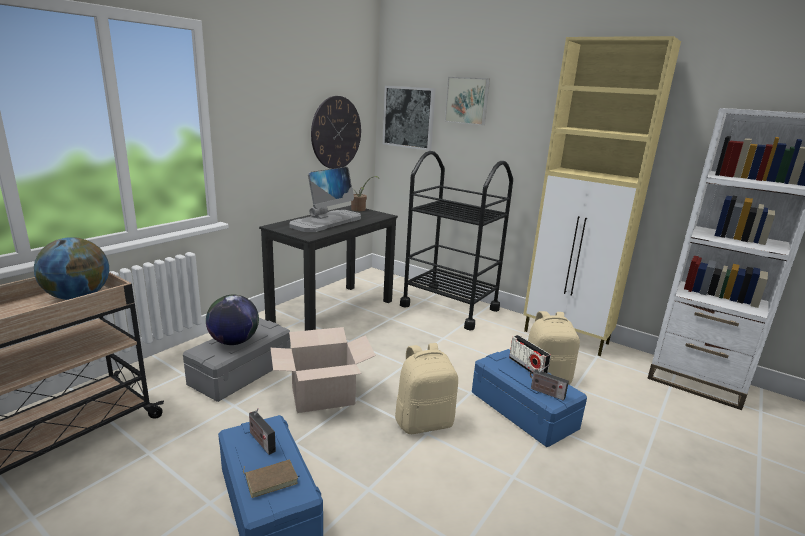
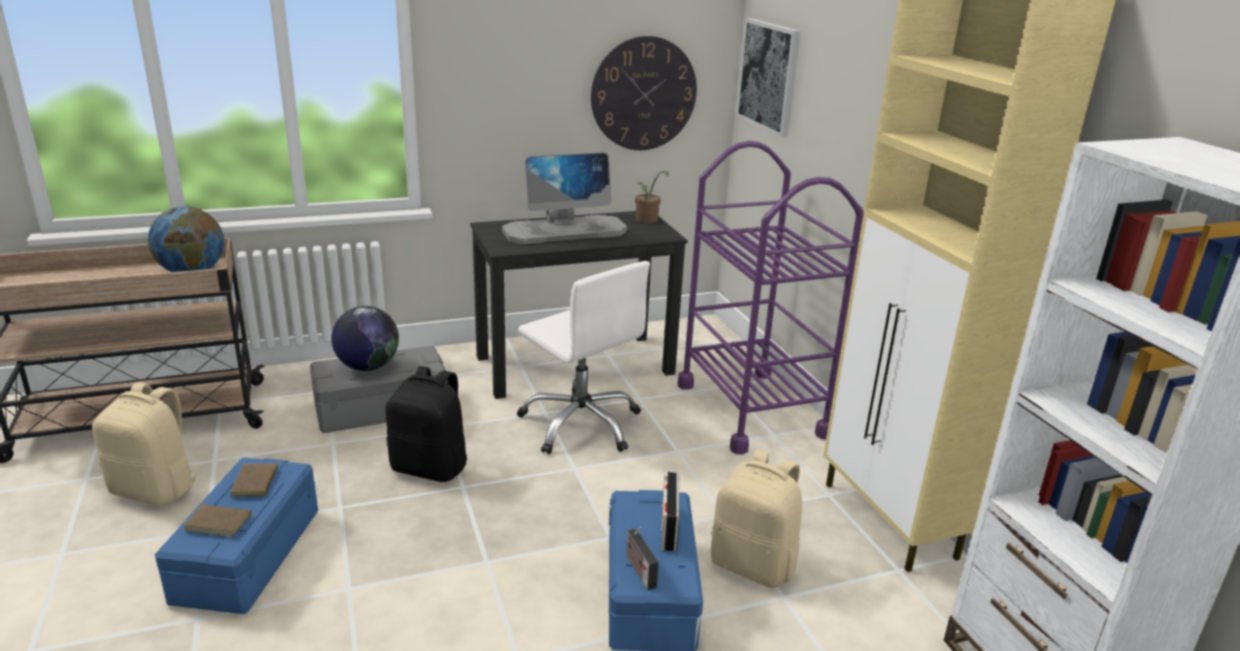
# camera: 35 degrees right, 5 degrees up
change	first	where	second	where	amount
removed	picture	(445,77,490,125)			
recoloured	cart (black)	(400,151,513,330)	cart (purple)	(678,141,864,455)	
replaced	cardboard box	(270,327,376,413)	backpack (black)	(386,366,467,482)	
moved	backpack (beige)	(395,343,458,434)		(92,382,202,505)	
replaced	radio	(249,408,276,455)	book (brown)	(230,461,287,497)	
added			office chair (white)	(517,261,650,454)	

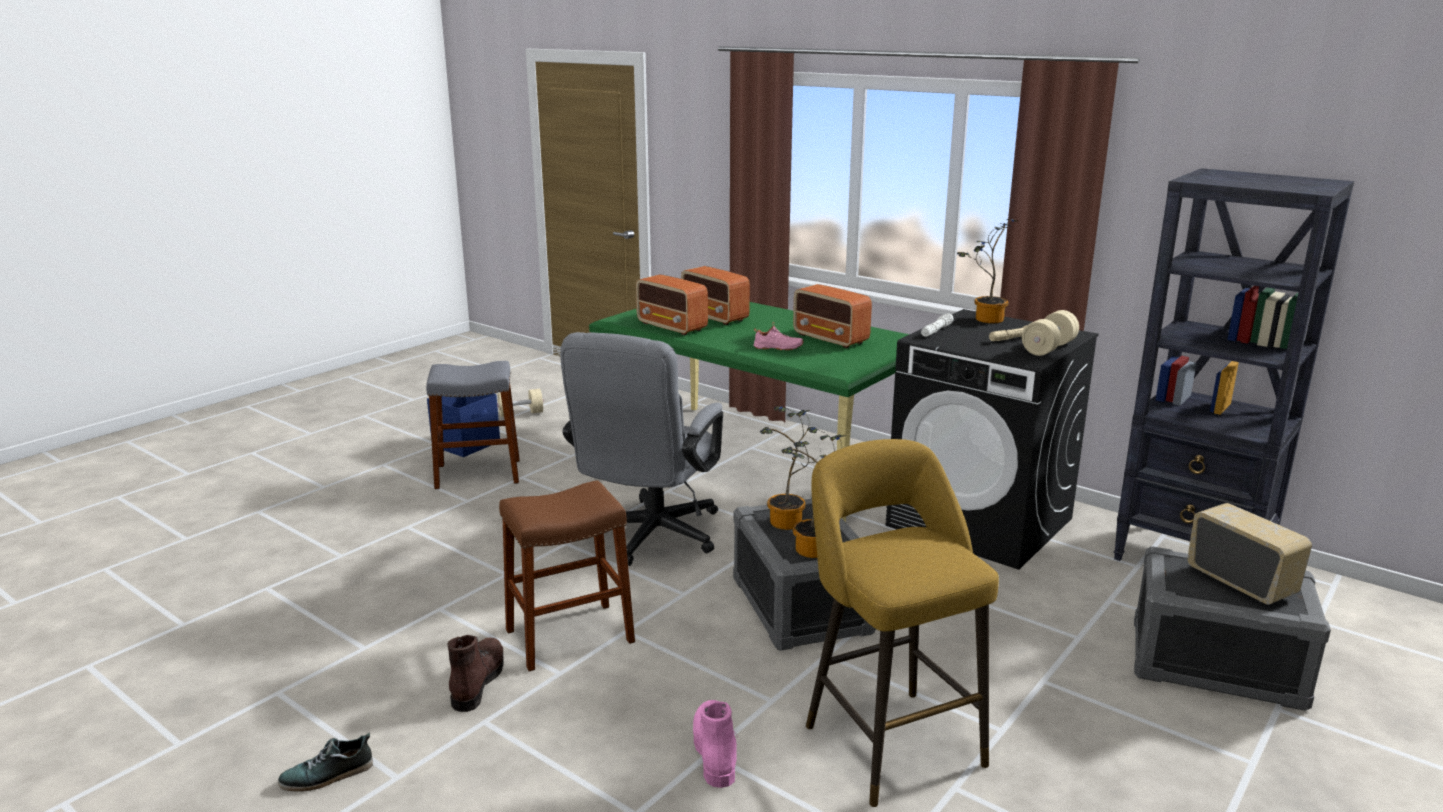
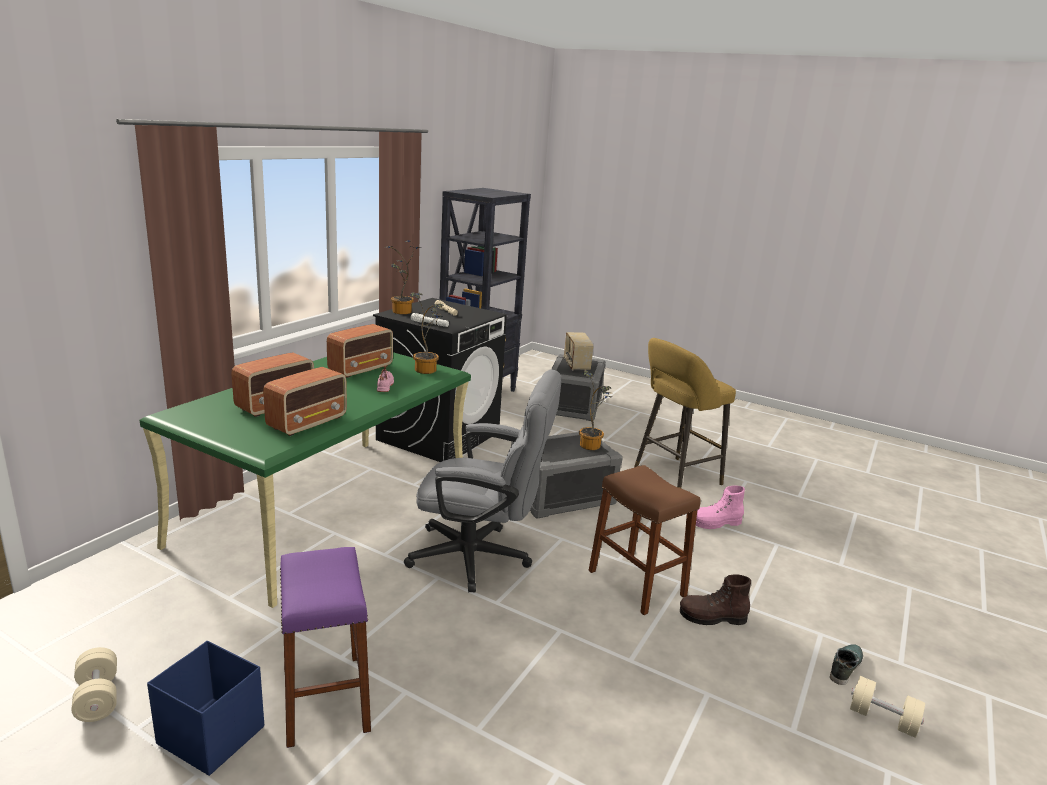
# camera: 100 degrees left, 0 degrees up
change	first	where	second	where	amount
moved	dumbbell (beige)	(1022,310,1079,356)		(850,676,925,738)	
recoloured	stool (grey)	(426,361,520,489)	stool (purple)	(280,547,371,748)	
moved	potted plant	(760,406,826,530)		(410,292,444,374)	
turned	radio	(1187,503,1312,604)		(563,332,593,371)	60 degrees counterclockwise
turned	shoe	(278,733,373,792)		(830,644,863,685)	105 degrees counterclockwise

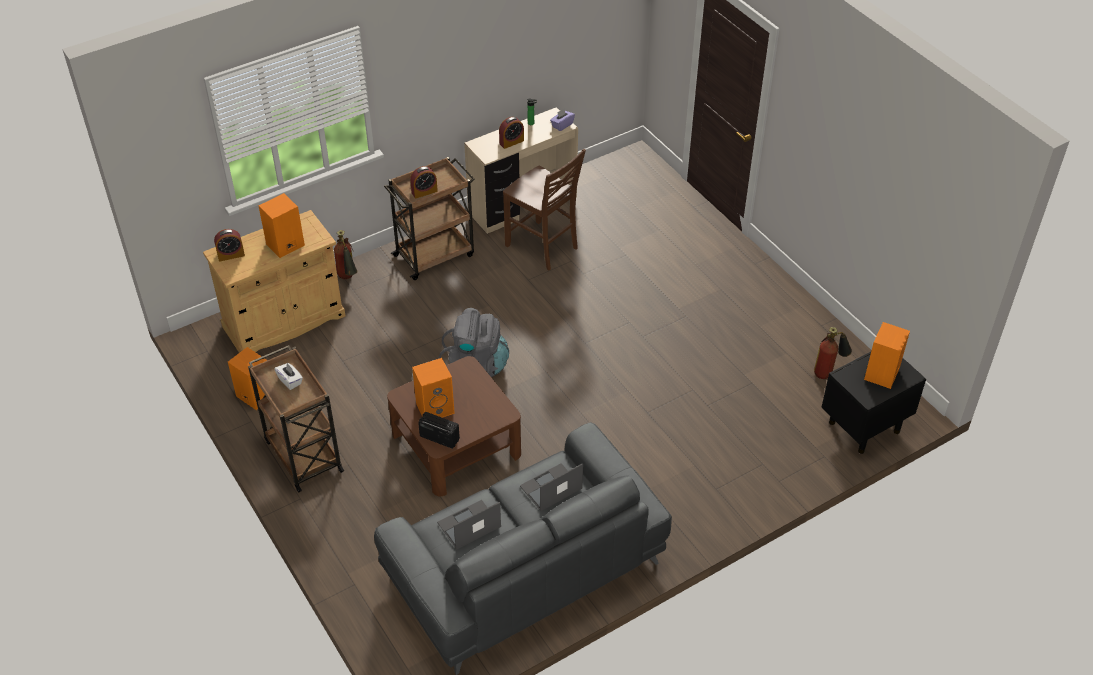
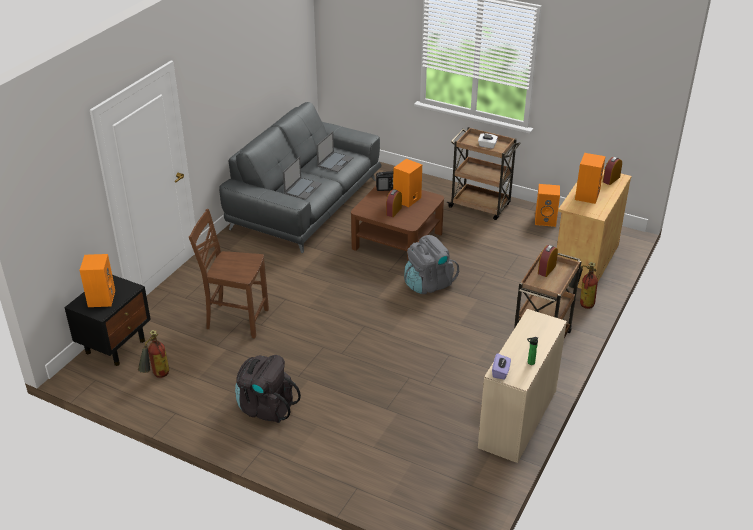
# camera: 150 degrees right, 10 degrees down
change	first	where	second	where	amount
moved	alarm clock	(499,117,524,149)		(386,189,402,217)	
moved	chair (brown)	(503,148,586,271)		(189,209,269,338)	
added			backpack (black)	(235,355,301,423)	

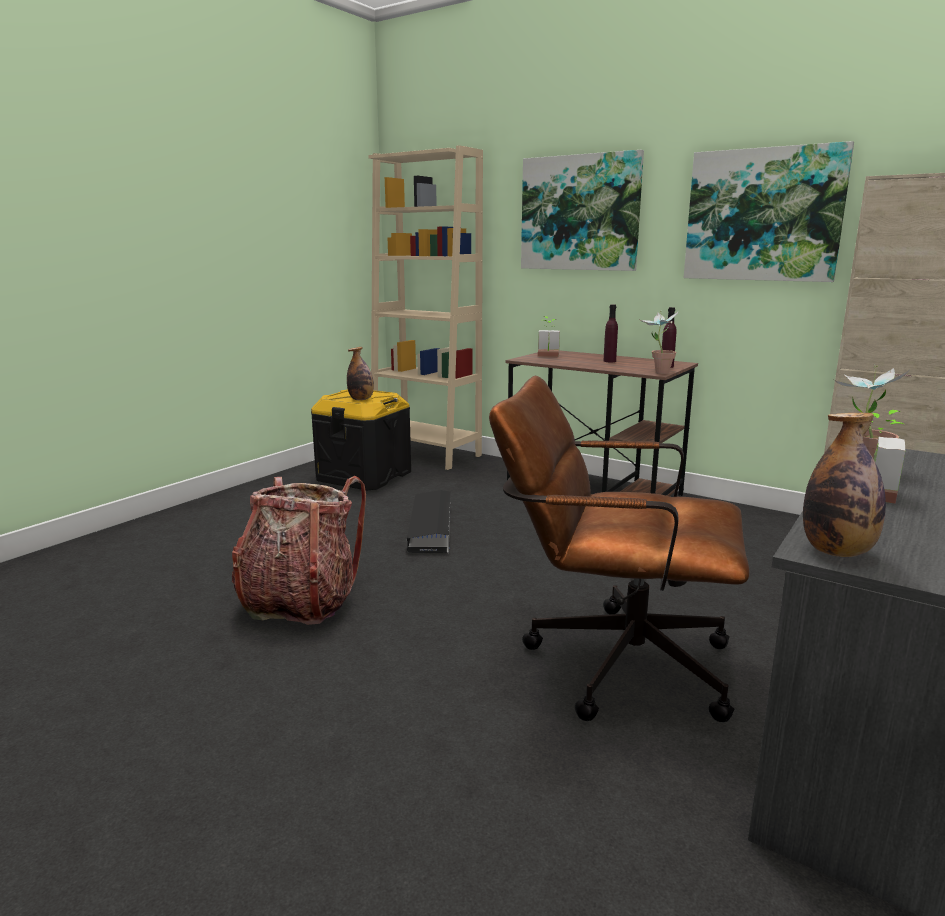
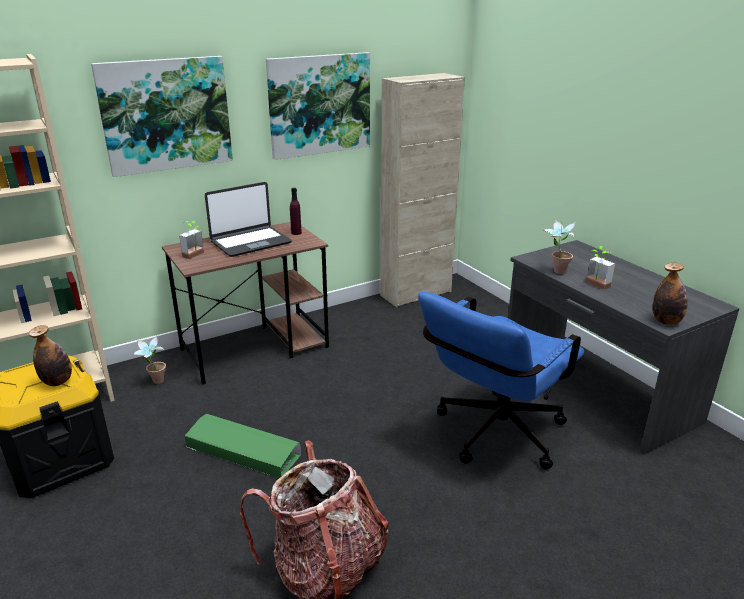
# camera: 65 degrees left, 10 degrees up
change	first	where	second	where	amount
replaced	bottle (purple)	(604,304,618,362)	laptop	(205,182,292,257)	
moved	potted plant	(640,311,678,374)		(133,335,166,384)	
recoloured	office chair (brown)	(489,376,750,722)	office chair (blue)	(418,292,584,470)	
recoloured	storage box (black)	(407,490,451,553)	storage box (green)	(185,414,301,478)	

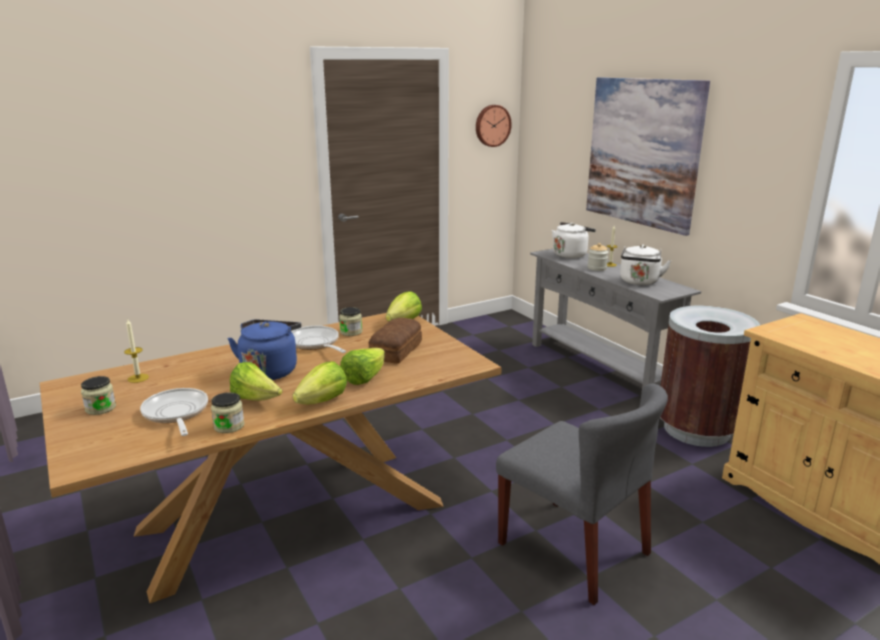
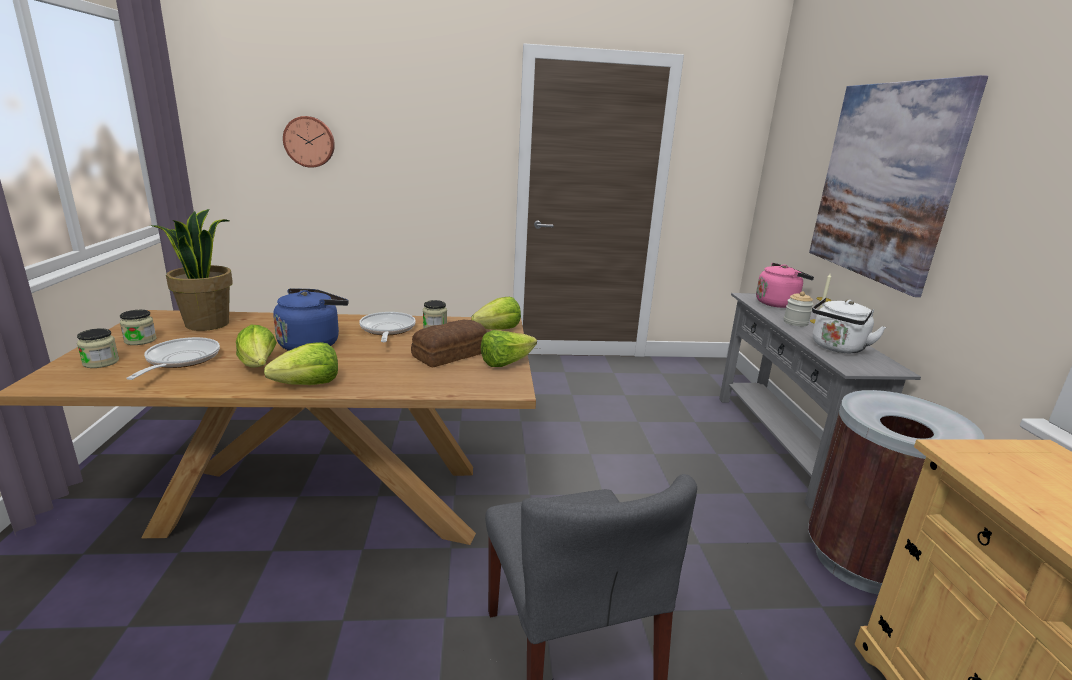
# camera: 25 degrees right, 0 degrees up
change	first	where	second	where	amount
moved	wall clock	(476,105,512,147)		(283,116,335,168)	
recoloured	kettle (white)	(552,222,596,258)	kettle (pink)	(756,263,814,308)	
replaced	candle	(124,318,149,383)	potted plant	(150,209,233,331)	
moved	lettuce	(340,348,385,385)		(481,330,537,367)	
moved	jar	(211,392,245,433)		(77,328,119,368)	

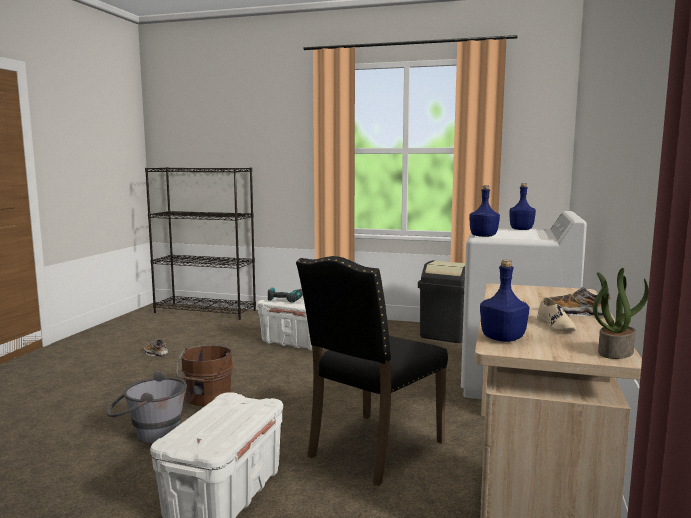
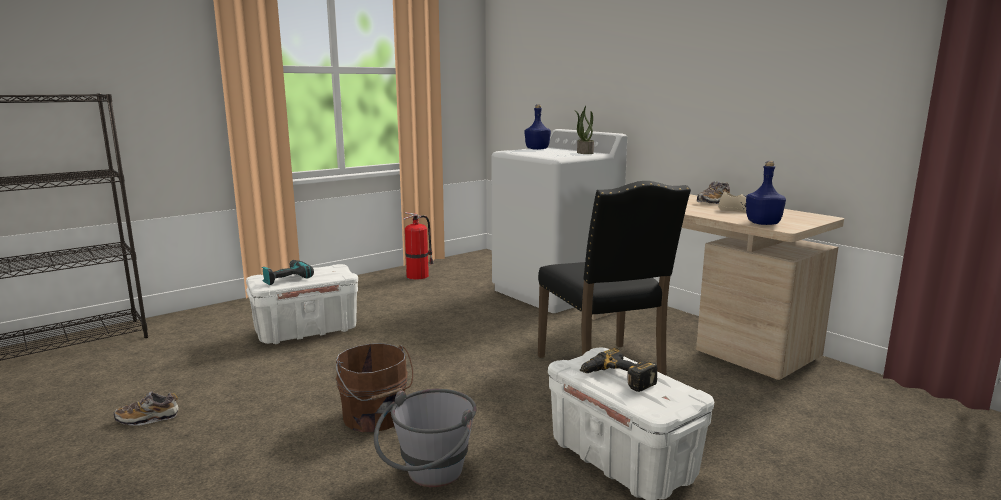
# camera: 55 degrees left, 5 degrees up
change	first	where	second	where	amount
removed	bottle (blue)	(469,185,500,237)			
replaced	trash can (black)	(418,260,465,343)	fire extinguisher	(403,212,434,280)	
moved	potted plant	(593,268,648,359)		(574,106,594,154)	
added			power drill	(580,348,658,392)	

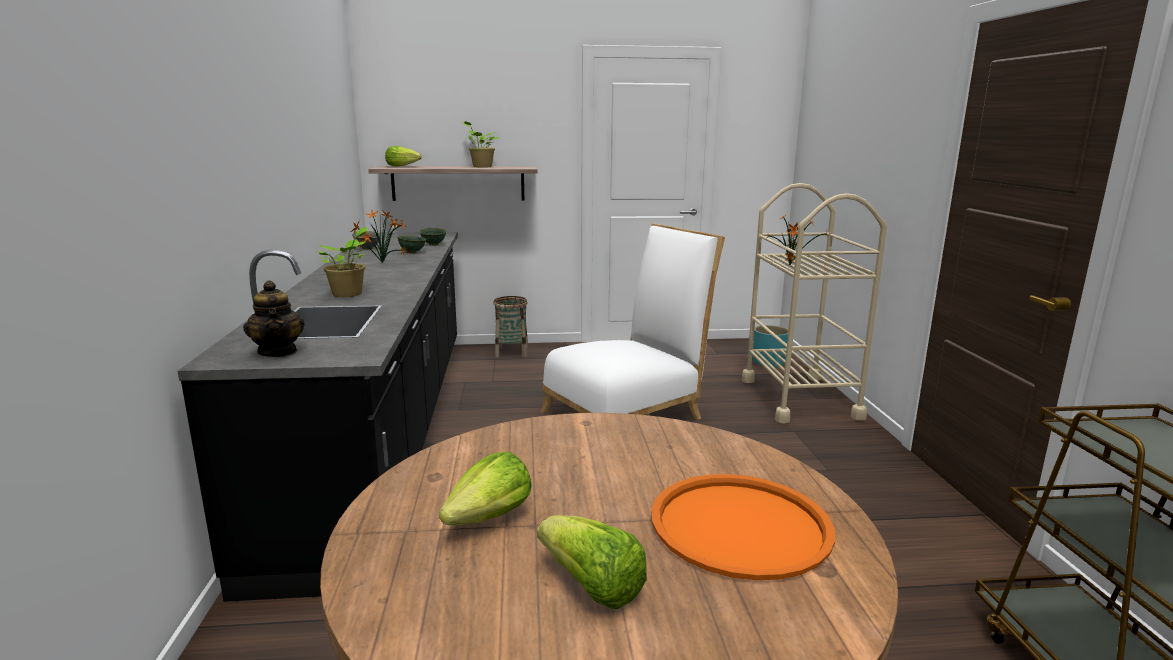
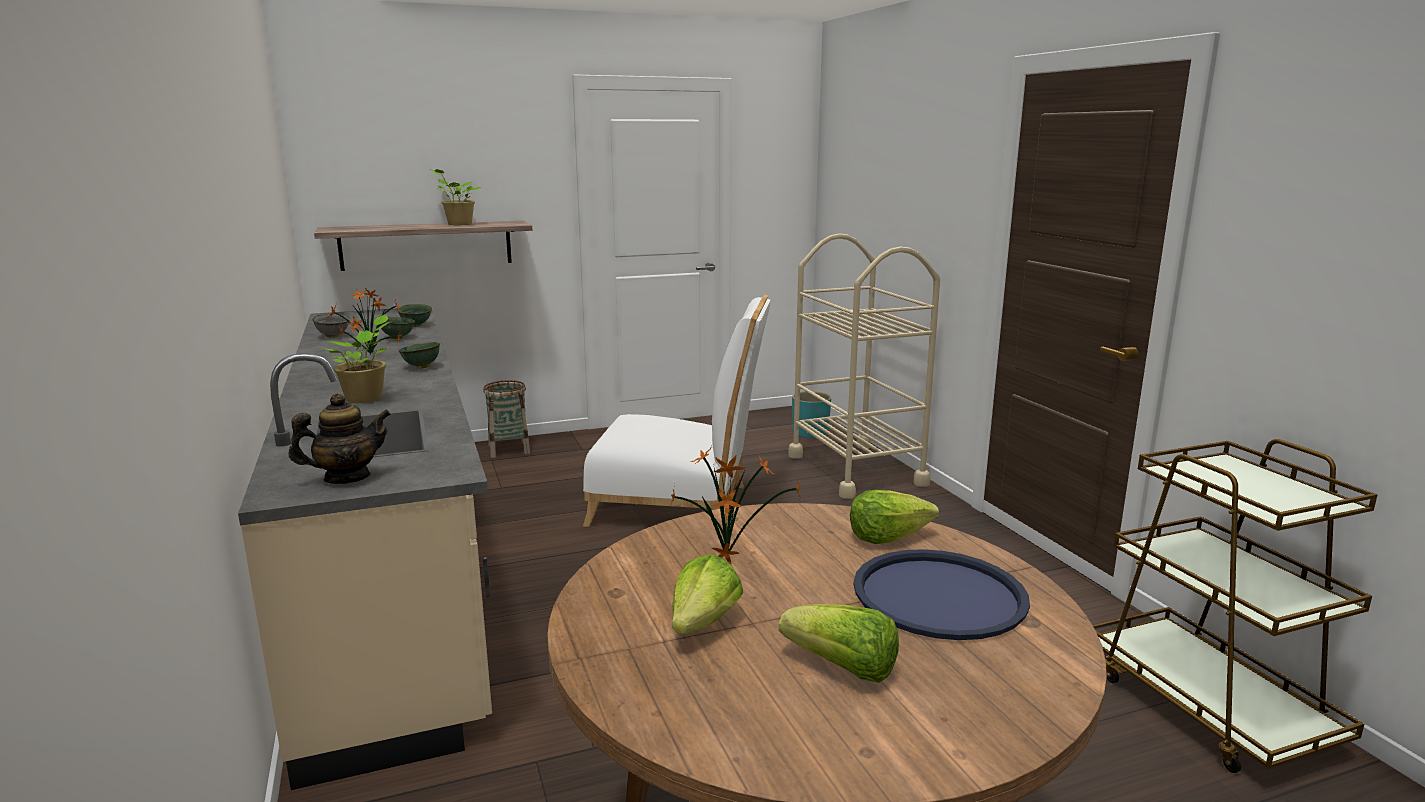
# camera: 15 degrees left, 0 degrees up
change	first	where	second	where	amount
moved	lettuce	(385,146,422,167)		(850,490,939,544)	
moved	potted plant	(766,213,828,265)		(669,446,800,564)	
turned	chair (white)	(541,223,725,420)		(583,295,770,527)	60 degrees clockwise
recoloured	counter (black)	(178,232,458,602)	counter (beige)	(238,306,492,790)	
turned	teapot	(243,280,305,357)		(289,393,391,484)	75 degrees counterclockwise
recoloured	tray (orange)	(651,474,835,580)	tray (blue)	(853,549,1030,640)	
added			bowl (green)	(398,342,440,369)	

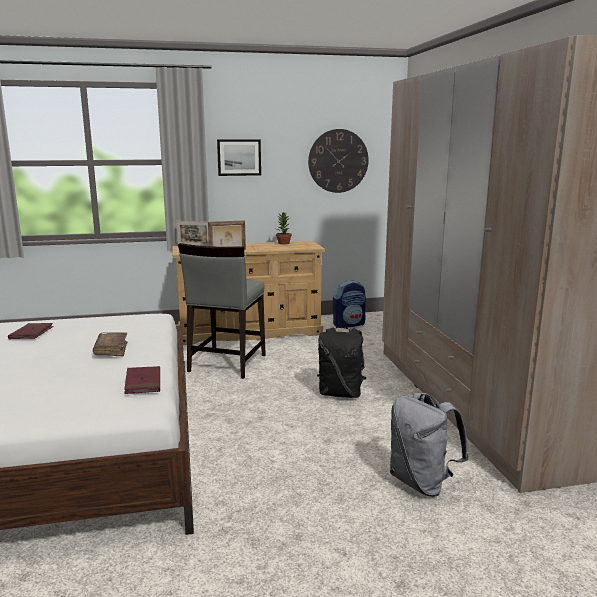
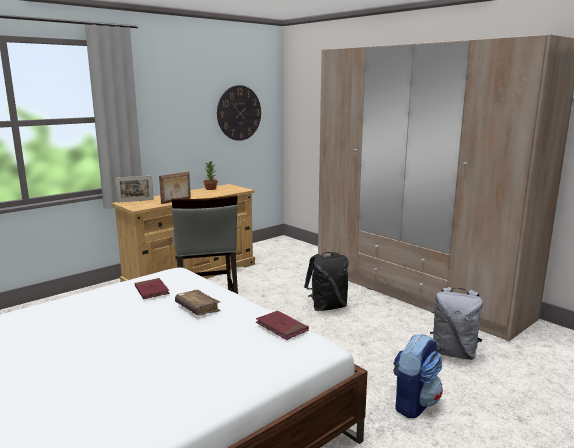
# camera: 30 degrees left, 0 degrees up
change	first	where	second	where	amount
removed	picture	(217,139,261,176)			
moved	backpack	(333,280,366,328)		(393,334,443,418)	
moved	book (red)	(8,323,54,339)		(135,278,170,299)	

